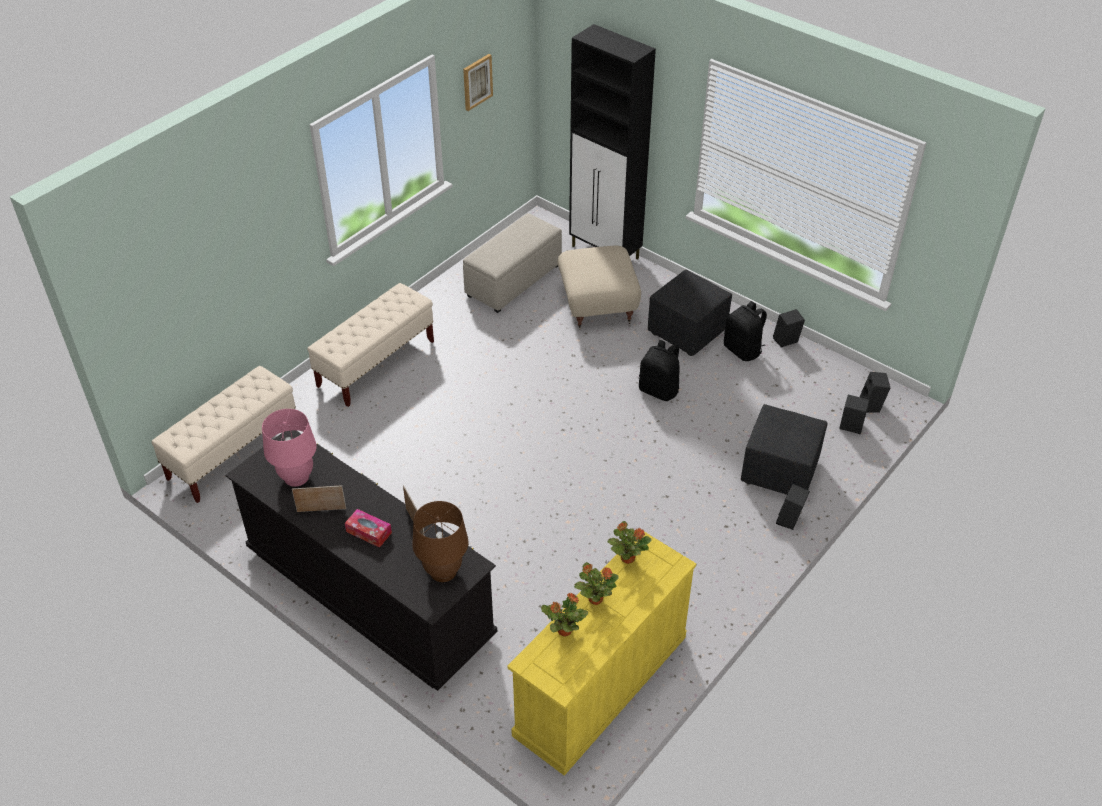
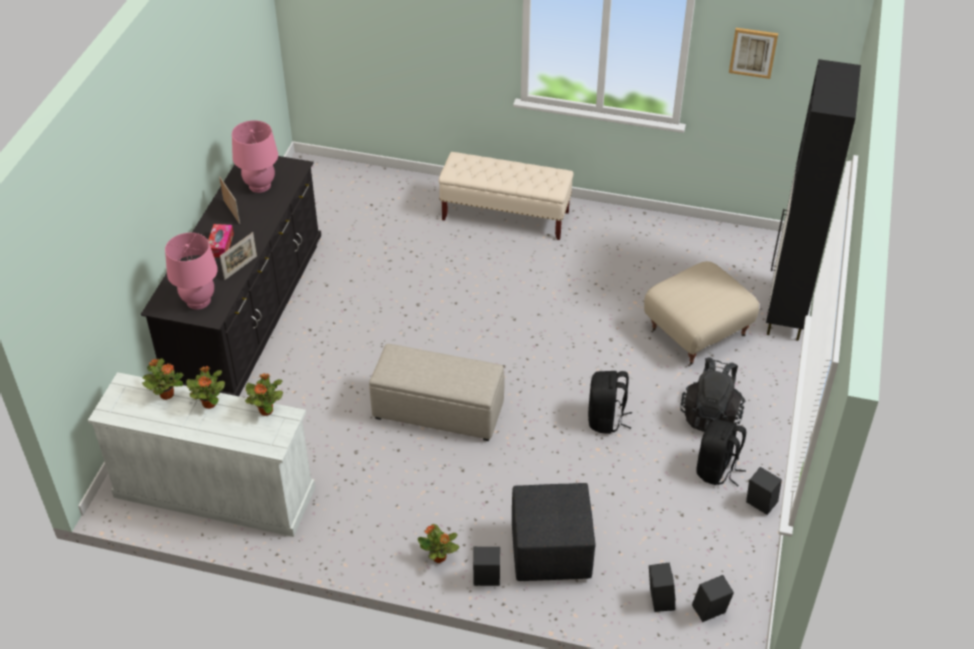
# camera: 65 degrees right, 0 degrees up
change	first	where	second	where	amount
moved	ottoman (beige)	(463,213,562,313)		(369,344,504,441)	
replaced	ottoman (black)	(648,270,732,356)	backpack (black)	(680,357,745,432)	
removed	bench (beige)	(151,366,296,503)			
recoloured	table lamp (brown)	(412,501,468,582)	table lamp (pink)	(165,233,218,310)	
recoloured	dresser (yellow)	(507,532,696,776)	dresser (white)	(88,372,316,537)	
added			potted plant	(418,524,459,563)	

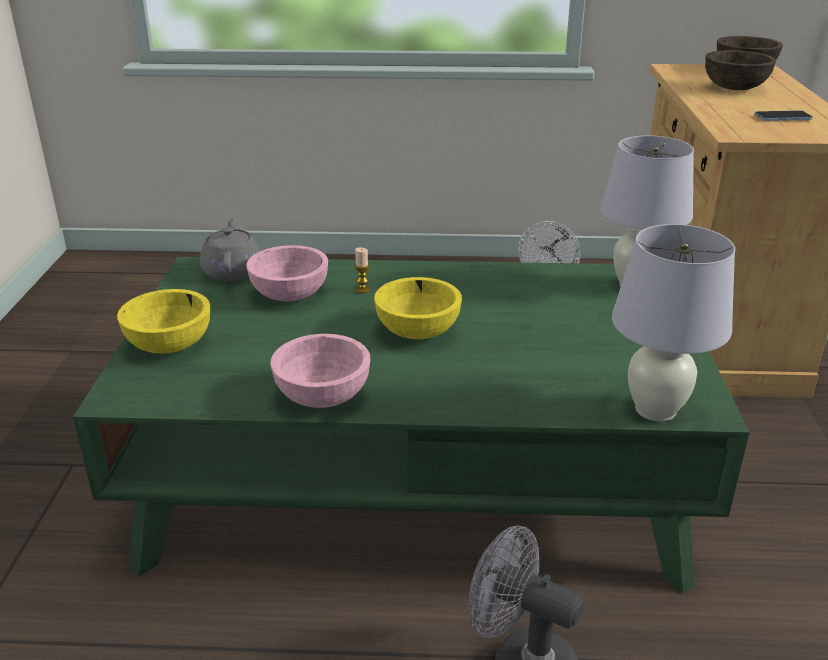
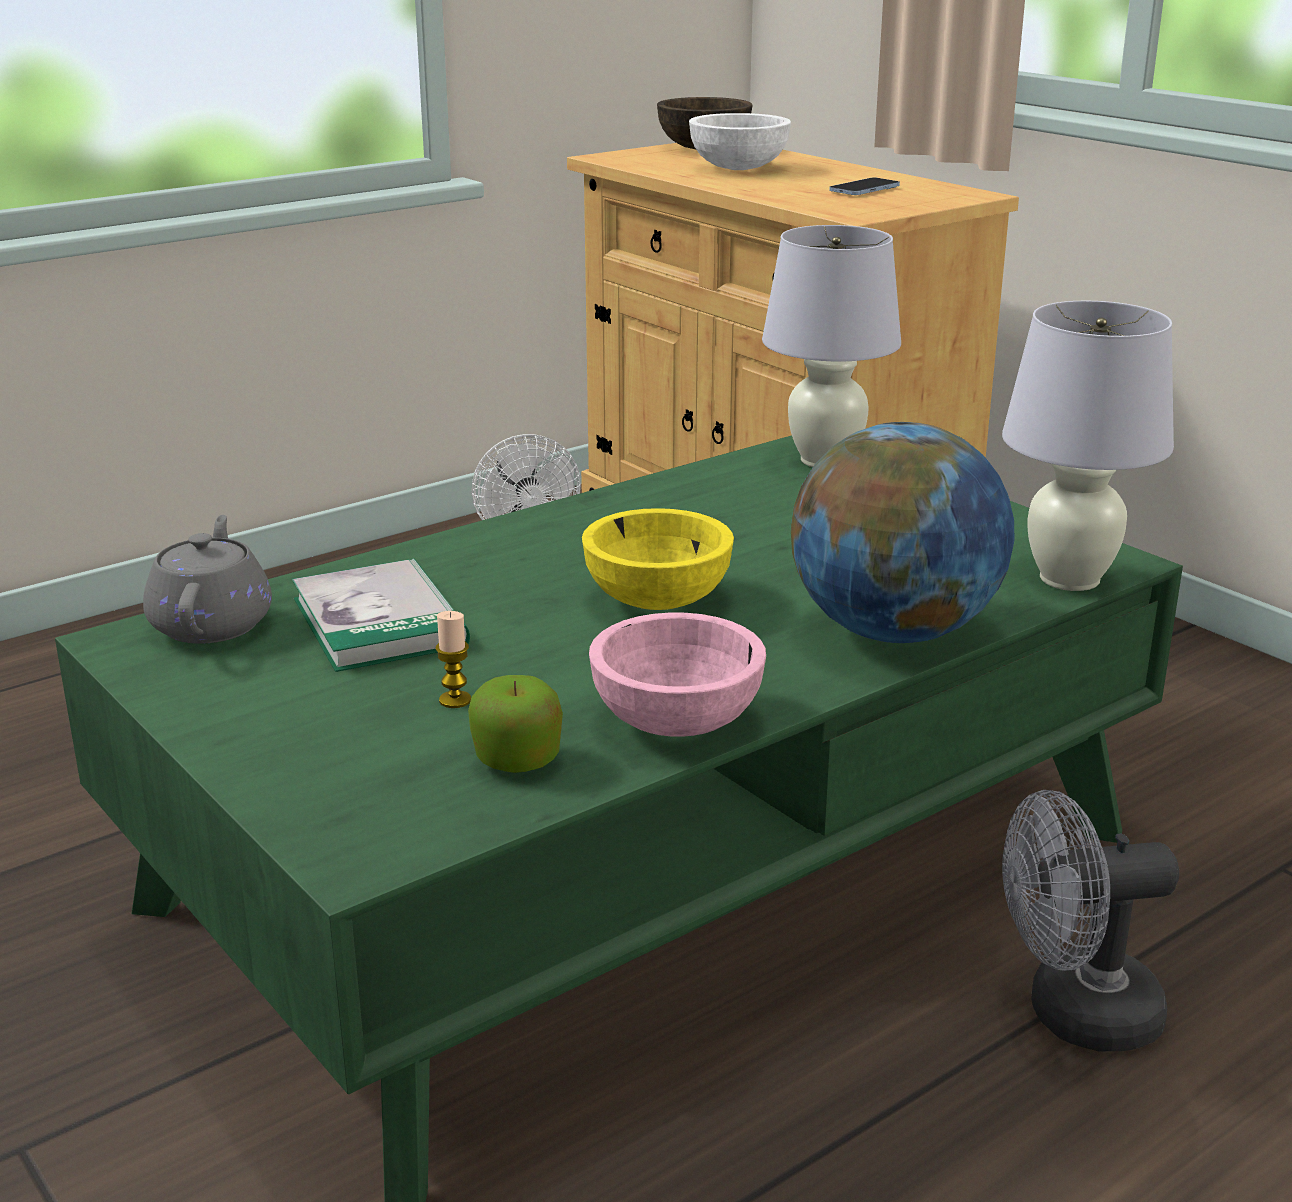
# camera: 40 degrees left, 5 degrees down
change	first	where	second	where	amount
recoloured	bowl (brown)	(705,50,776,90)	bowl (white)	(689,113,791,170)	
turned	teapot (grey)	(200,218,260,281)		(143,515,272,644)	45 degrees clockwise
replaced	bowl (pink)	(246,245,328,301)	book	(292,558,470,672)	
moved	candle	(354,247,370,293)		(436,611,471,708)	
removed	bowl (yellow)	(117,289,210,354)			
added			globe	(791,422,1014,643)	
added			apple	(468,675,563,773)	

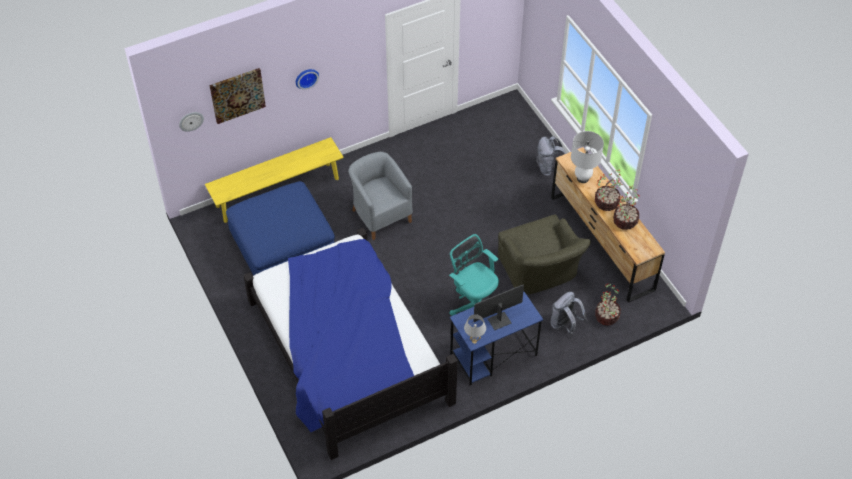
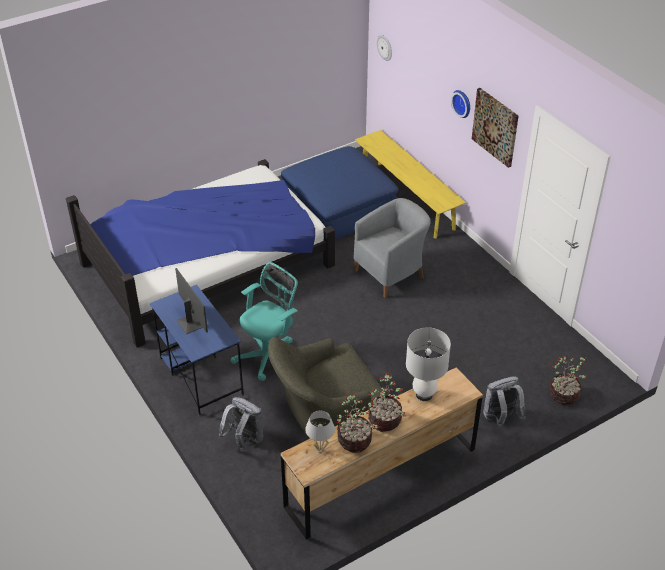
# camera: 85 degrees right, 10 degrees down
change	first	where	second	where	amount
moved	picture	(210,68,266,124)		(472,88,519,168)	
moved	potted plant	(595,283,621,326)		(549,356,587,405)	
moved	table lamp (white)	(464,314,486,344)		(305,411,335,453)	

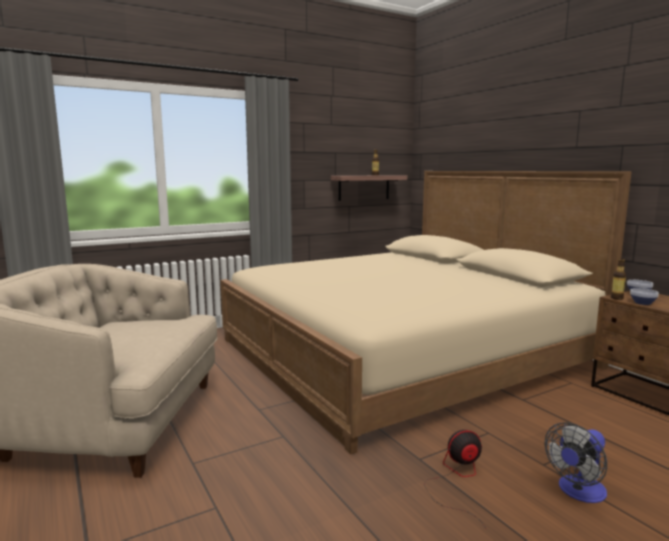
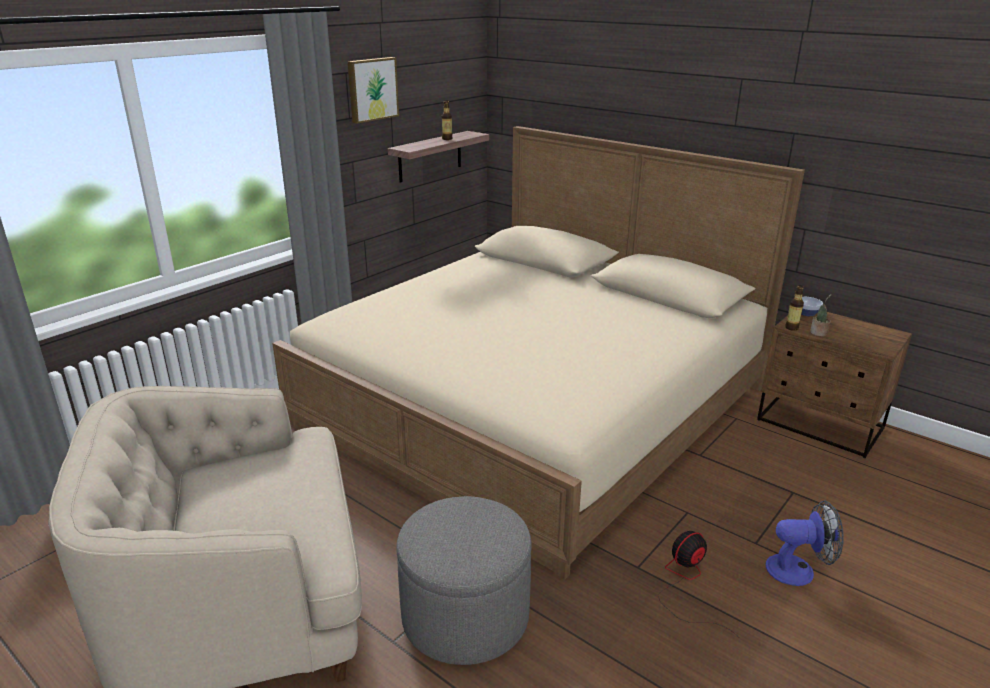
# camera: 20 degrees left, 15 degrees up
change	first	where	second	where	amount
replaced	bowl	(630,288,659,305)	potted plant	(810,294,832,336)	
turned	fan	(545,422,607,503)		(765,501,844,586)	120 degrees counterclockwise
added			picture	(348,57,399,124)	
added			ottoman (grey)	(396,496,532,665)	

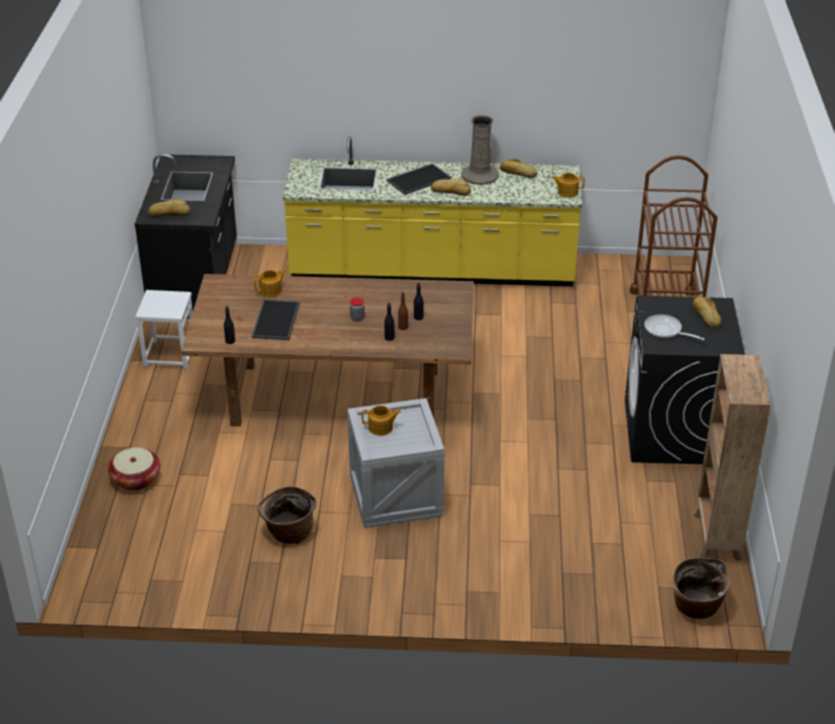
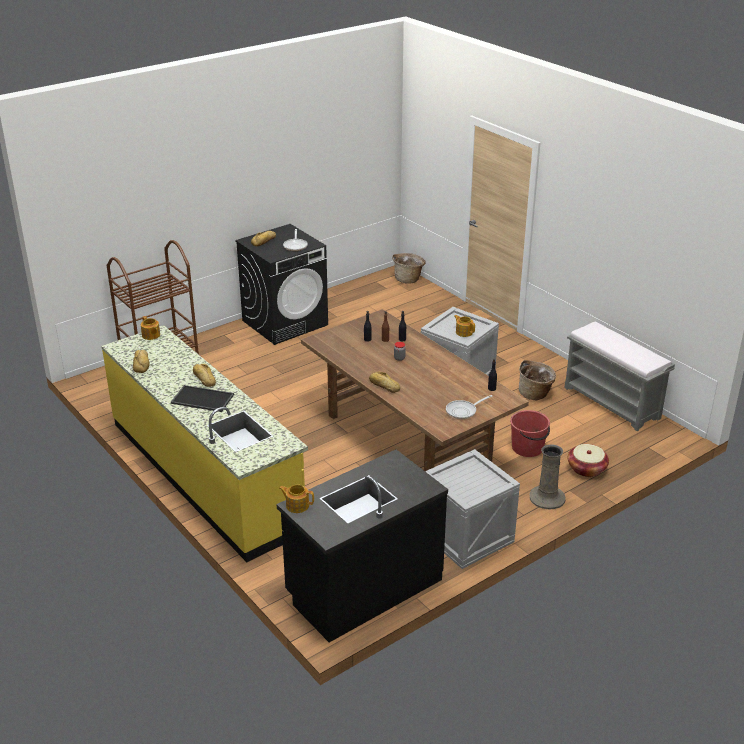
# camera: 130 degrees left, 5 degrees down
change	first	where	second	where	amount
moved	vase (beige)	(461,115,499,185)		(529,444,565,509)	
moved	bread	(148,199,190,216)		(369,372,400,393)	
moved	teapot	(254,269,286,297)		(279,484,314,513)	
replaced	stool (white)	(135,290,193,369)	crate	(425,449,520,569)	
removed	tray	(252,300,300,340)			
removed	bookcase (brown)	(694,354,771,561)			
added			bench (grey)	(564,322,675,431)	
added			frying pan	(446,395,492,419)	
added			bucket (red)	(510,410,550,457)	

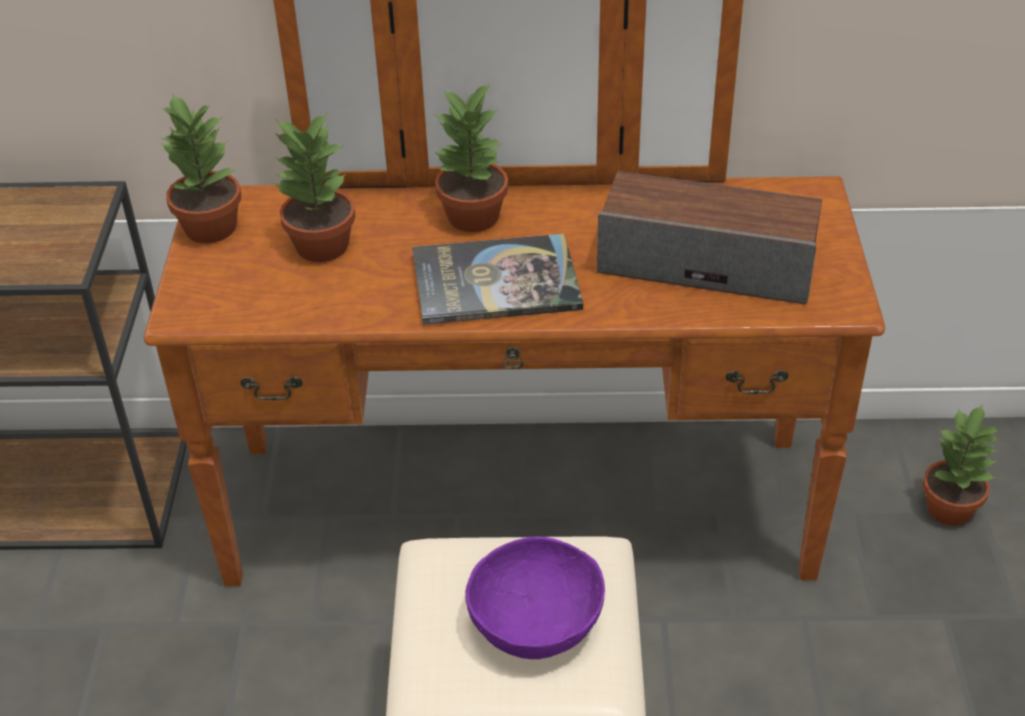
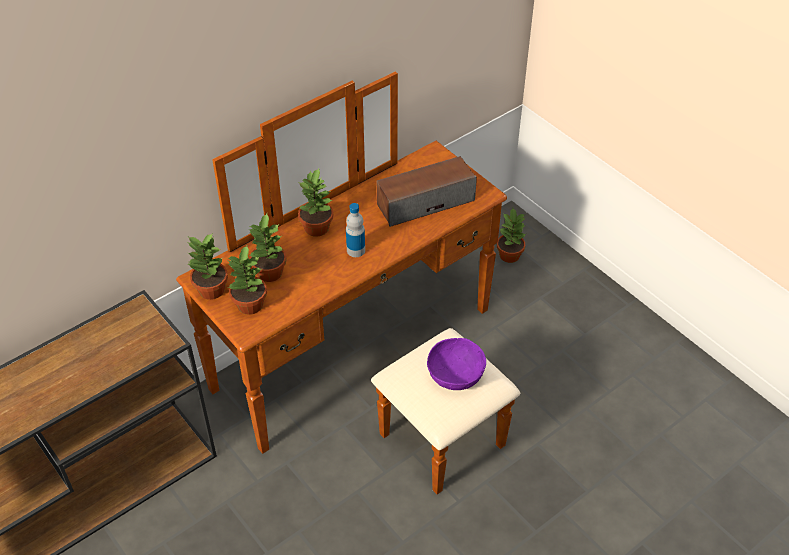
# camera: 40 degrees left, 5 degrees up
change	first	where	second	where	amount
replaced	book	(412,234,583,325)	bottle	(346,203,365,257)	
added			potted plant	(228,246,267,315)	

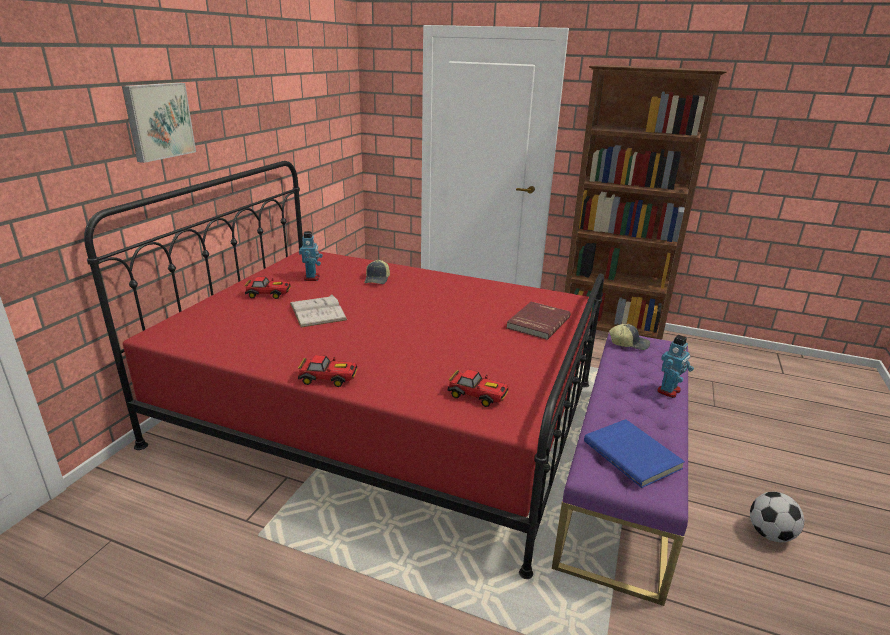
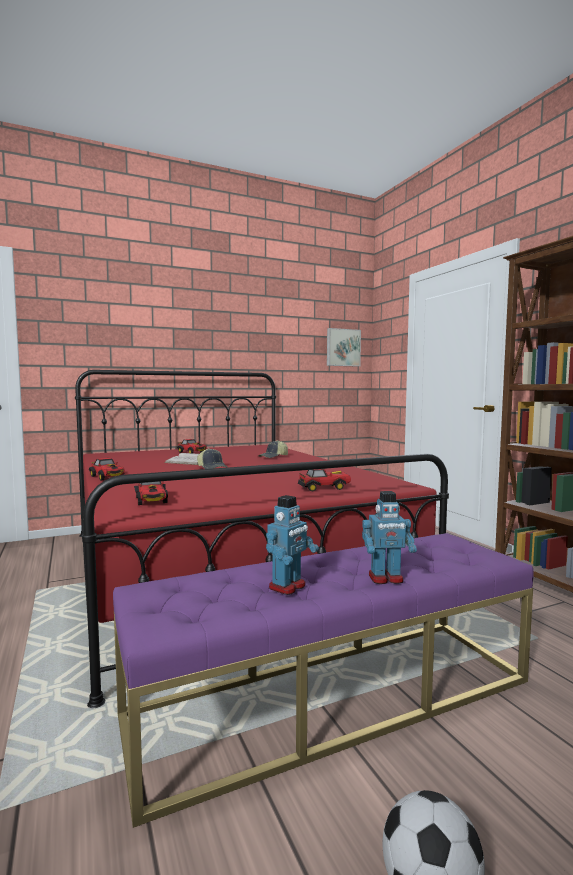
# camera: 45 degrees right, 20 degrees down
change	first	where	second	where	amount
moved	picture	(122,83,196,163)		(327,328,361,367)	
moved	toy robot	(299,231,323,281)		(266,495,319,595)	
replaced	book (red)	(506,302,571,340)	toy car	(298,469,351,492)	
moved	cap	(609,324,650,350)		(197,448,227,469)	
removed	book (blue)	(584,419,685,488)			

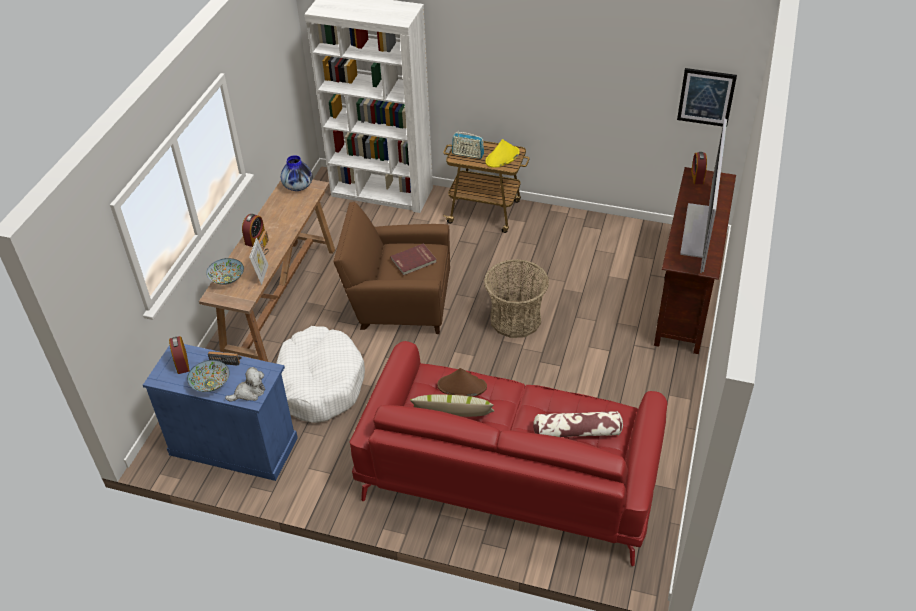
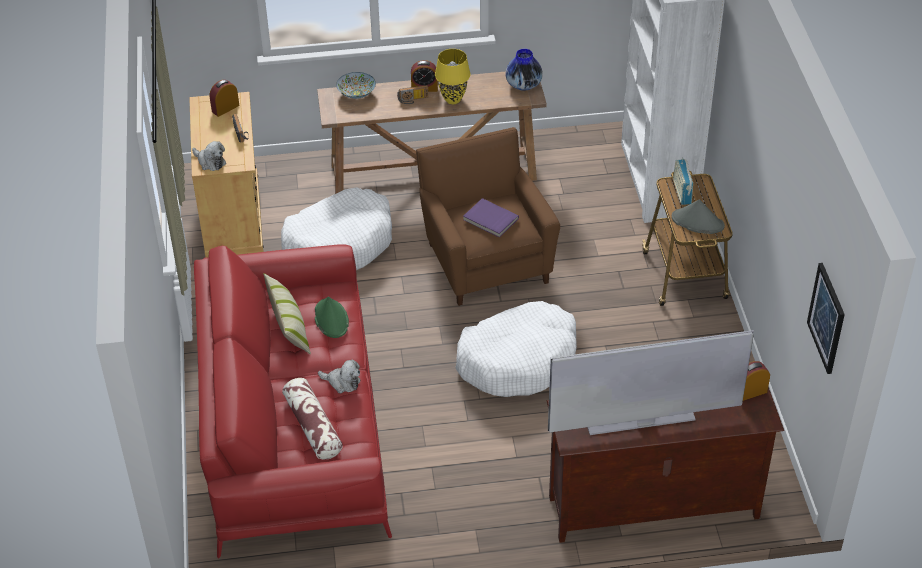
# camera: 65 degrees right, 0 degrees up
change	first	where	second	where	amount
recoloured	hat (yellow)	(486,139,520,168)	hat (grey)	(672,200,725,234)	
removed	picture frame	(249,237,268,285)			
recoloured	book (red)	(390,243,437,276)	book (purple)	(463,198,519,238)	
replaced	basket	(484,260,549,338)	dog bed (white)	(455,301,577,397)	
recoloured	cabinet (blue)	(143,344,298,481)	cabinet (beige)	(189,92,263,257)	
removed	bowl	(187,360,229,392)			
recoloured	hat (brown)	(437,368,487,397)	hat (green)	(315,296,349,338)	
added			table lamp (yellow)	(435,49,471,104)	
added			plush toy	(318,359,360,393)	

